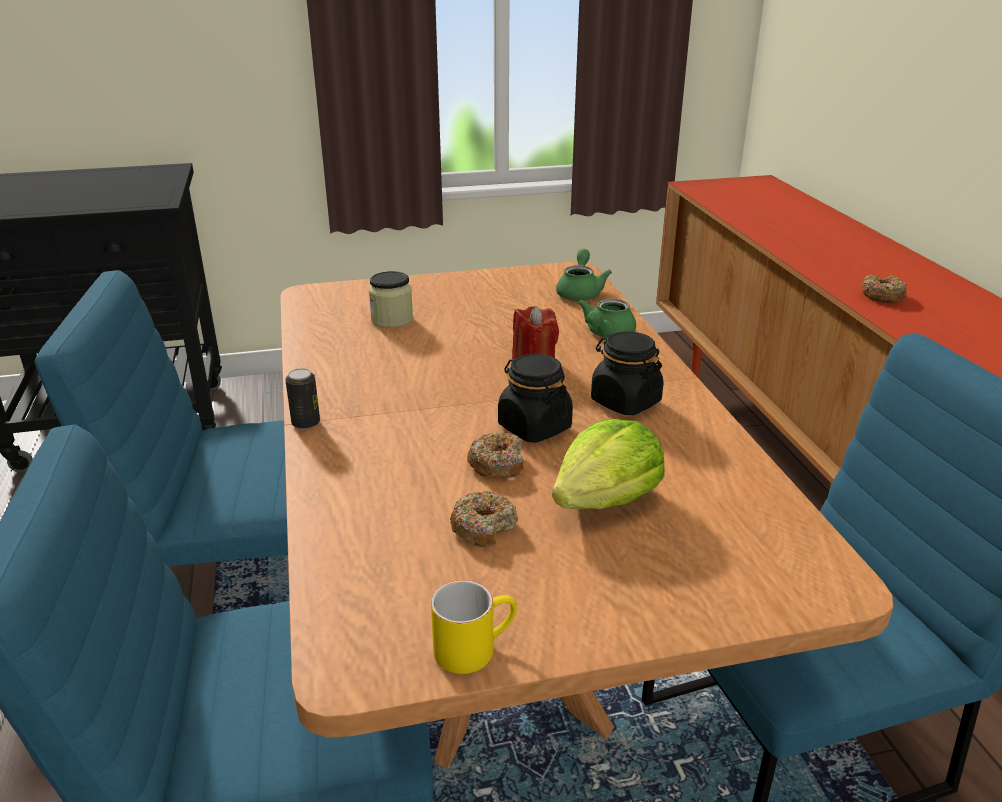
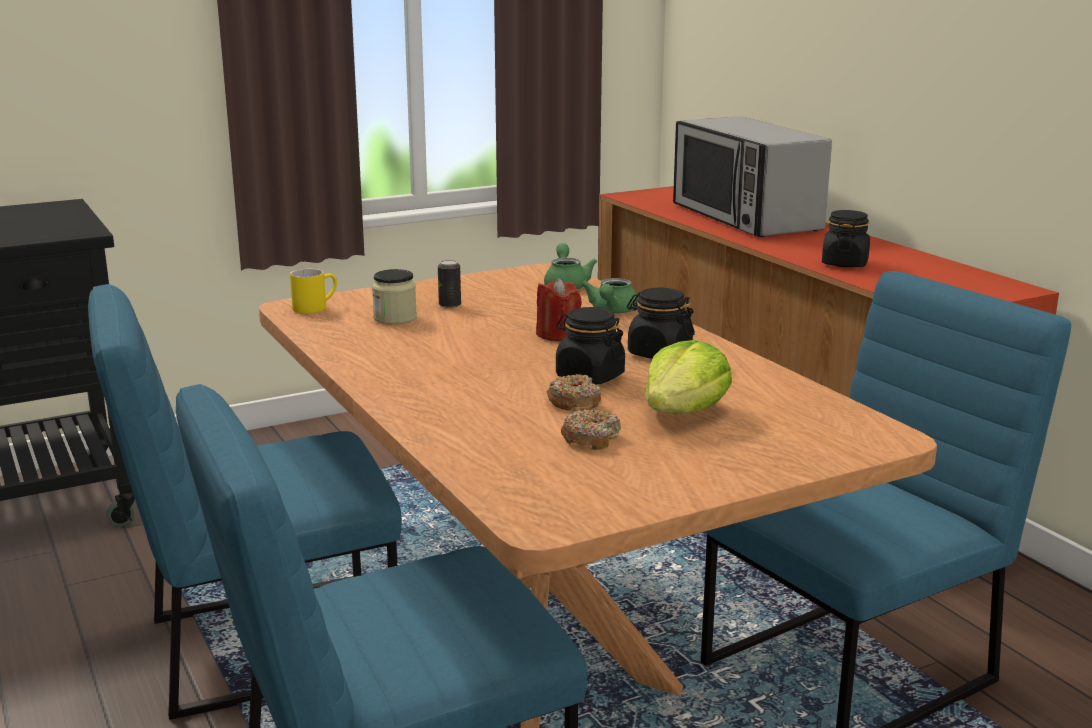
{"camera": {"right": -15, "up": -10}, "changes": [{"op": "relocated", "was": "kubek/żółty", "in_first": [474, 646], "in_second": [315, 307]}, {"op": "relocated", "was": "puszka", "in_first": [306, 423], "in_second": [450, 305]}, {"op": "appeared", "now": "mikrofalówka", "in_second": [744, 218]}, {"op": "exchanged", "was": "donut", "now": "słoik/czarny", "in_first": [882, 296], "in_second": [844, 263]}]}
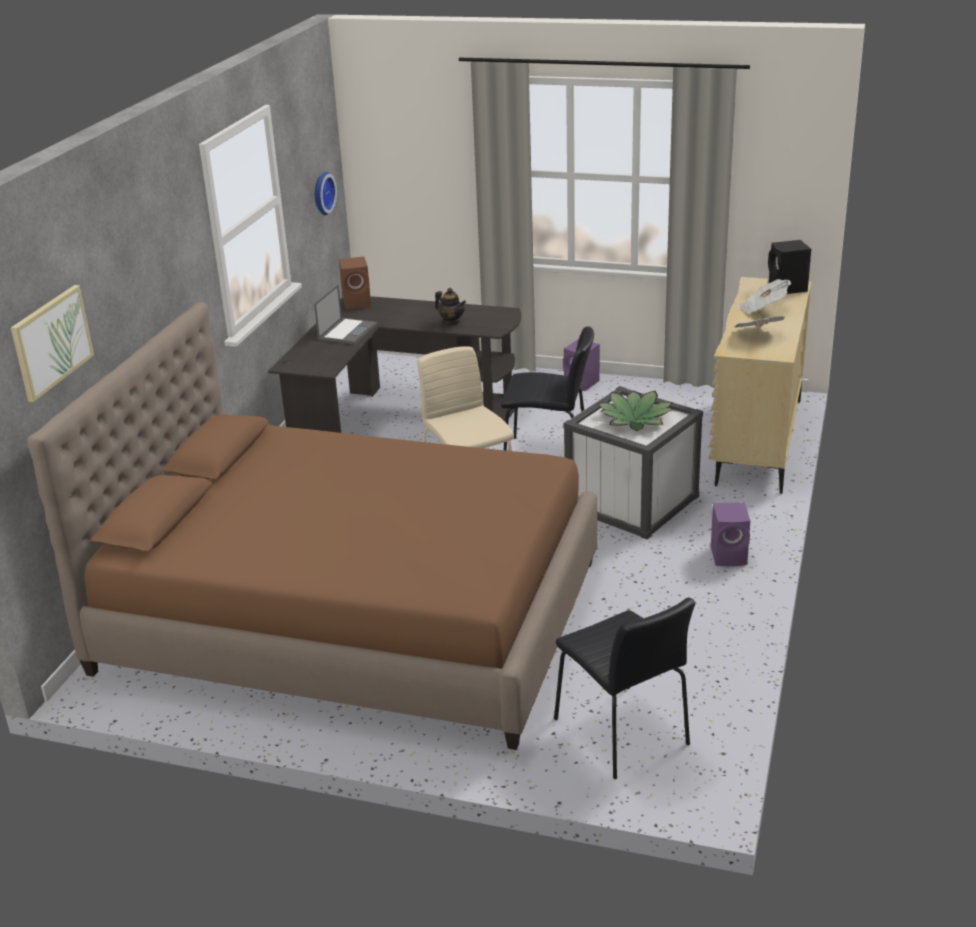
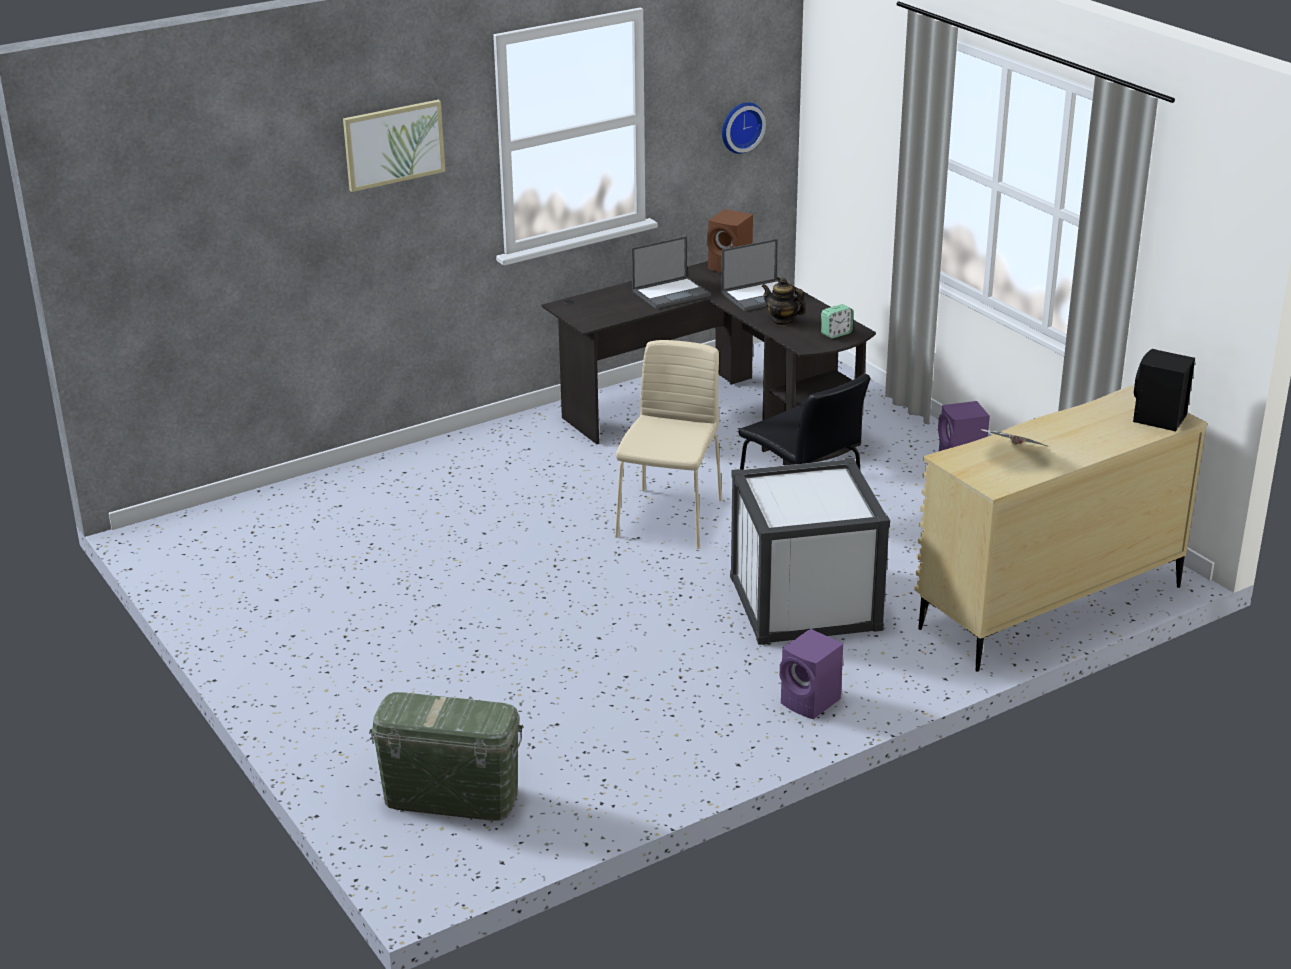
{"camera": {"right": 40, "up": 0}, "changes": [{"op": "relocated", "was": "obraz", "in_first": [51, 341], "in_second": [393, 144]}, {"op": "exchanged", "was": "krzesło/czarny", "now": "pojemnik do przechowywania/zielony", "in_first": [624, 734], "in_second": [451, 797]}, {"op": "appeared", "now": "laptop", "in_second": [761, 295]}, {"op": "spun", "was": "imbryk", "in_first": [451, 322], "in_second": [782, 321], "clockwise": 135}, {"op": "appeared", "now": "budzik", "in_second": [836, 334]}, {"op": "missing", "was": "łóżko/brązowy", "in_first": [351, 615]}, {"op": "missing", "was": "roślina doniczkowa", "in_first": [635, 419]}, {"op": "missing", "was": "gazeta", "in_first": [762, 309]}]}
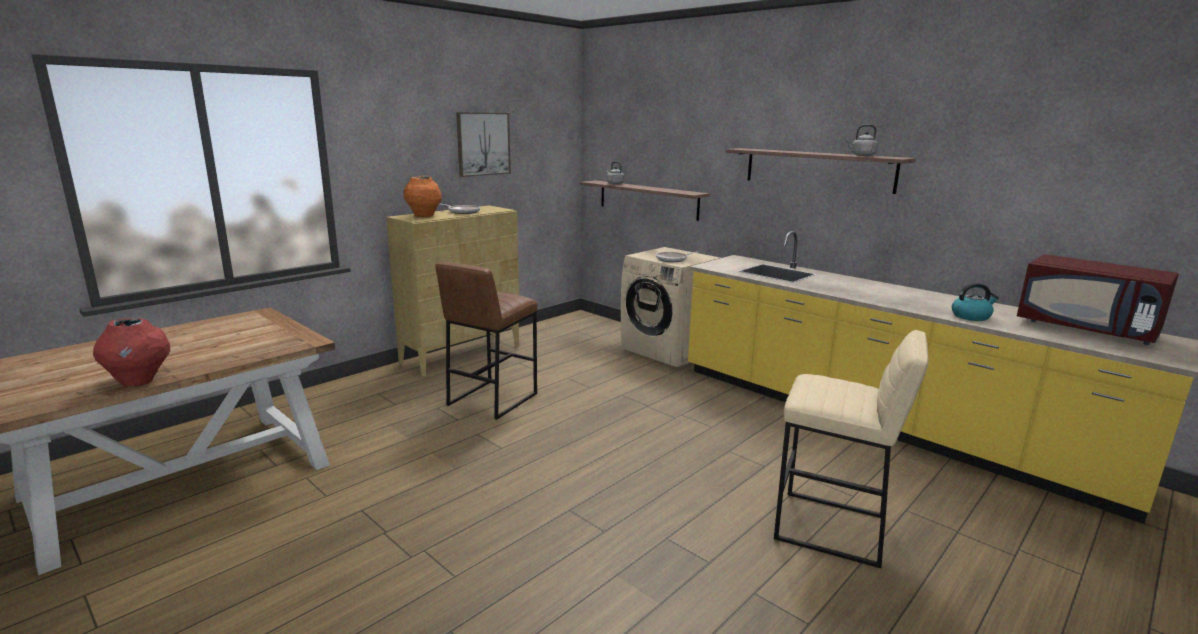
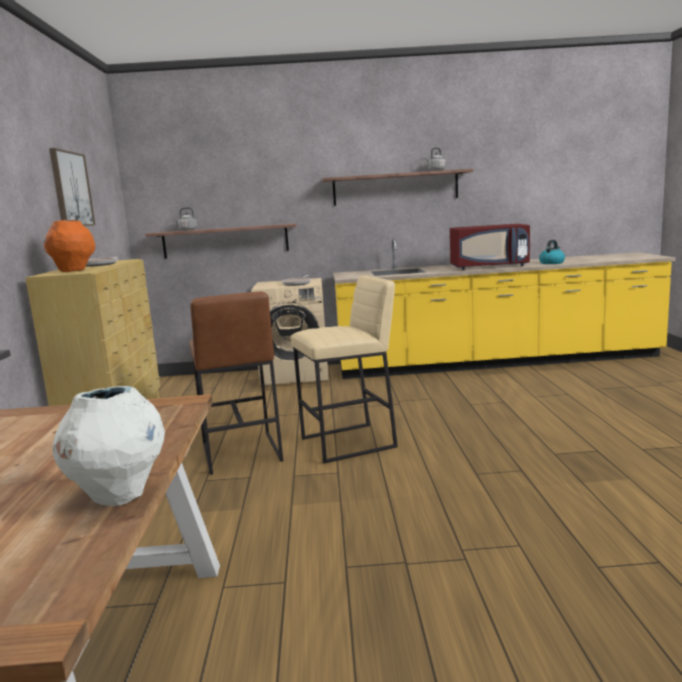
{"camera": {"right": -45, "up": -5}, "changes": [{"op": "colour", "was": "wazon/czerwony", "now": "wazon/biały", "in_first": [139, 381], "in_second": [118, 495]}, {"op": "relocated", "was": "stołek/beżowy", "in_first": [832, 528], "in_second": [349, 442]}, {"op": "relocated", "was": "mikrofalówka/czerwony", "in_first": [1086, 329], "in_second": [489, 267]}]}
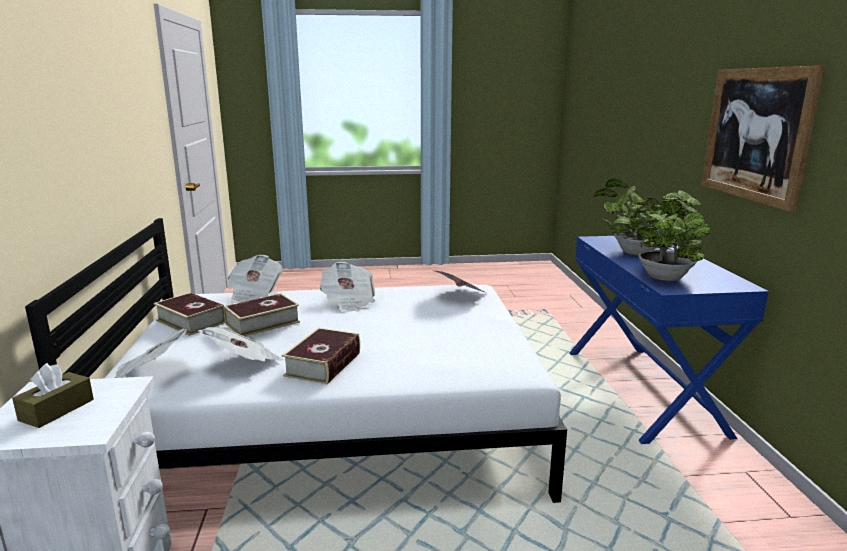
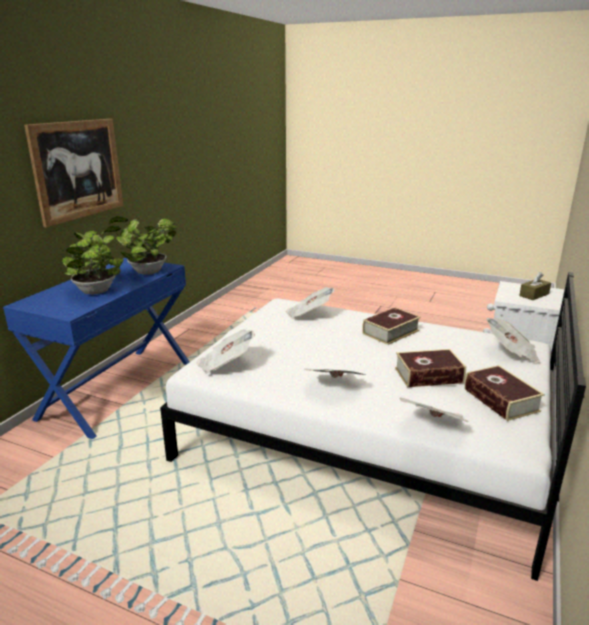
{"camera": {"right": -150, "up": 5}, "changes": [{"op": "relocated", "was": "gazeta", "in_first": [244, 363], "in_second": [309, 314]}]}
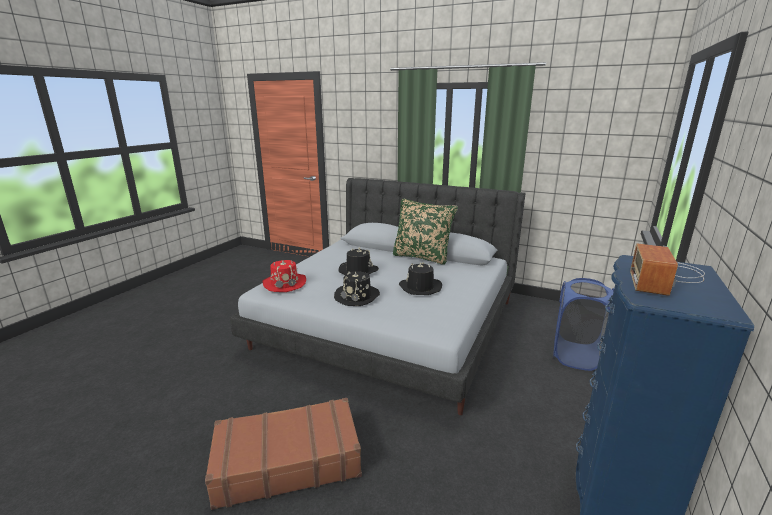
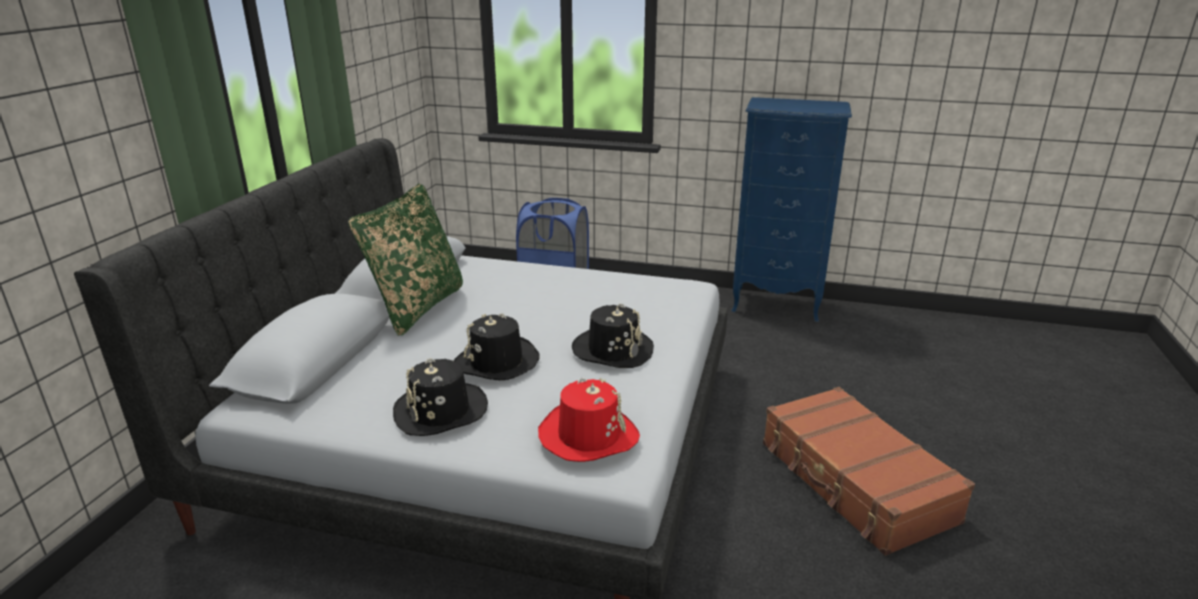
{"camera": {"right": -100, "up": 5}, "changes": [{"op": "relocated", "was": "kapelusz/czarny", "in_first": [420, 287], "in_second": [441, 411]}, {"op": "missing", "was": "radio", "in_first": [667, 277]}]}
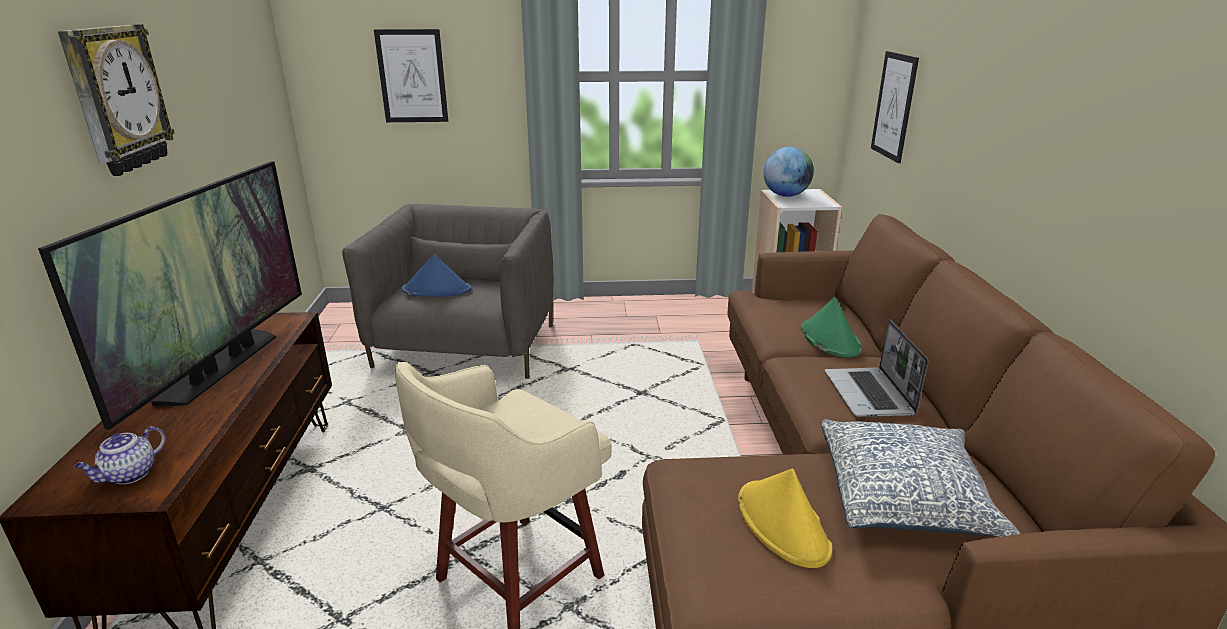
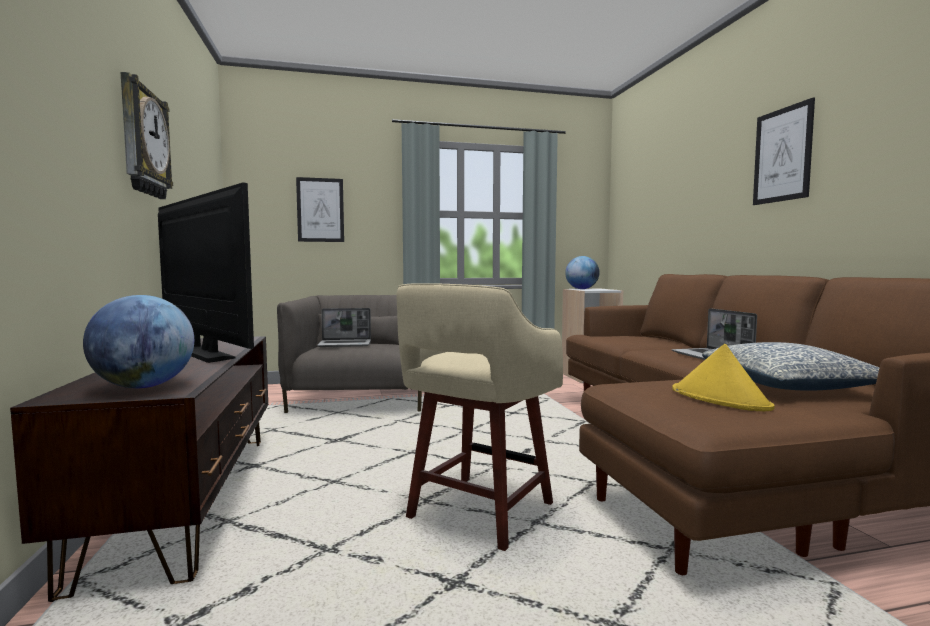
{"camera": {"right": -10, "up": -20}, "changes": [{"op": "exchanged", "was": "imbryk", "now": "globus", "in_first": [129, 475], "in_second": [144, 387]}, {"op": "spun", "was": "telewizor", "in_first": [221, 367], "in_second": [199, 352], "clockwise": -45}, {"op": "exchanged", "was": "kapelusz/niebieski", "now": "laptop", "in_first": [437, 290], "in_second": [345, 344]}, {"op": "relocated", "was": "obraz", "in_first": [894, 106], "in_second": [782, 155]}, {"op": "missing", "was": "kapelusz/zielony", "in_first": [829, 339]}]}
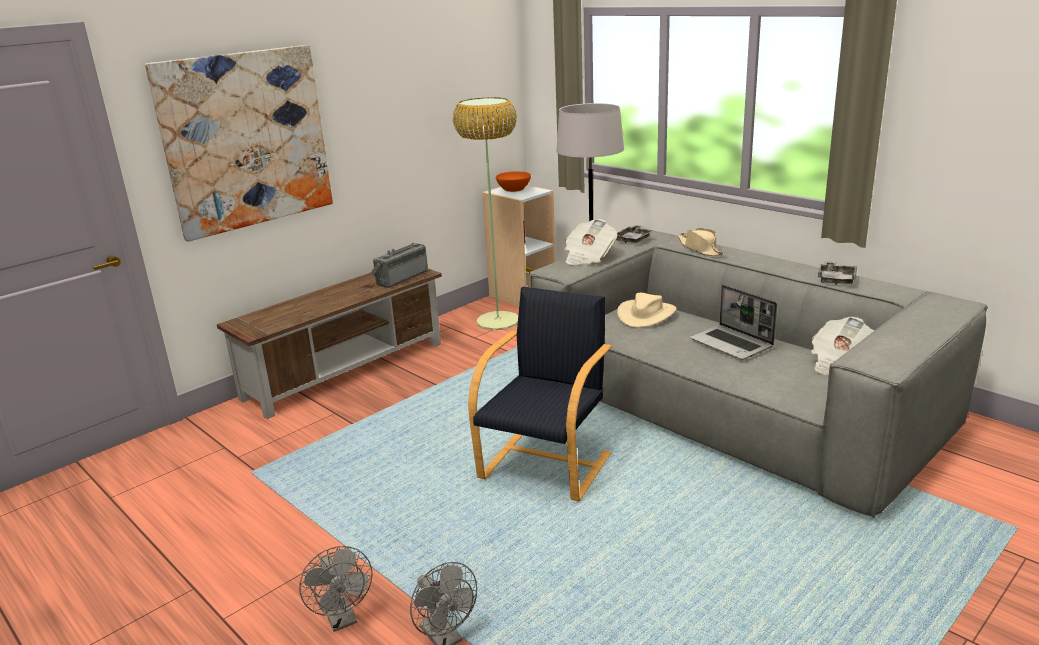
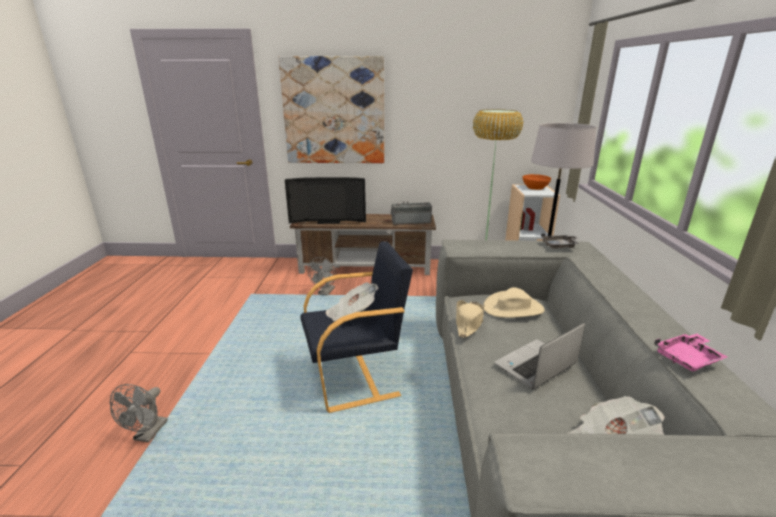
{"camera": {"right": 45, "up": 0}, "changes": [{"op": "appeared", "now": "telewizor", "in_second": [328, 221]}, {"op": "relocated", "was": "wentylator/szary", "in_first": [342, 619], "in_second": [325, 292]}, {"op": "relocated", "was": "gazeta", "in_first": [588, 257], "in_second": [351, 314]}, {"op": "relocated", "was": "kapelusz/beżowy", "in_first": [700, 249], "in_second": [468, 323]}, {"op": "spun", "was": "laptop", "in_first": [732, 344], "in_second": [535, 366], "clockwise": 45}, {"op": "colour", "was": "taca/szary", "now": "taca/różowy", "in_first": [836, 279], "in_second": [688, 358]}]}
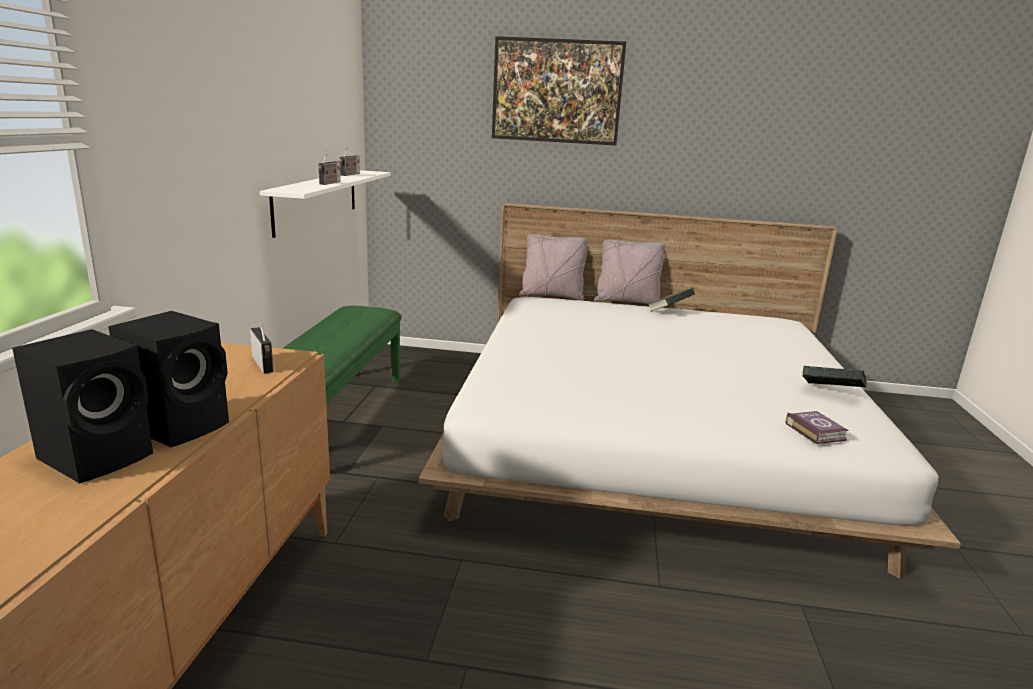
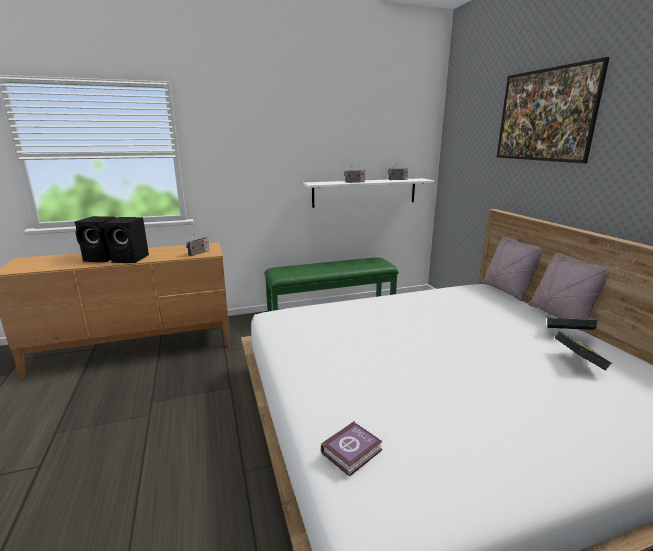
{"camera": {"right": 65, "up": 0}, "changes": [{"op": "relocated", "was": "książka", "in_first": [830, 393], "in_second": [578, 363]}]}
